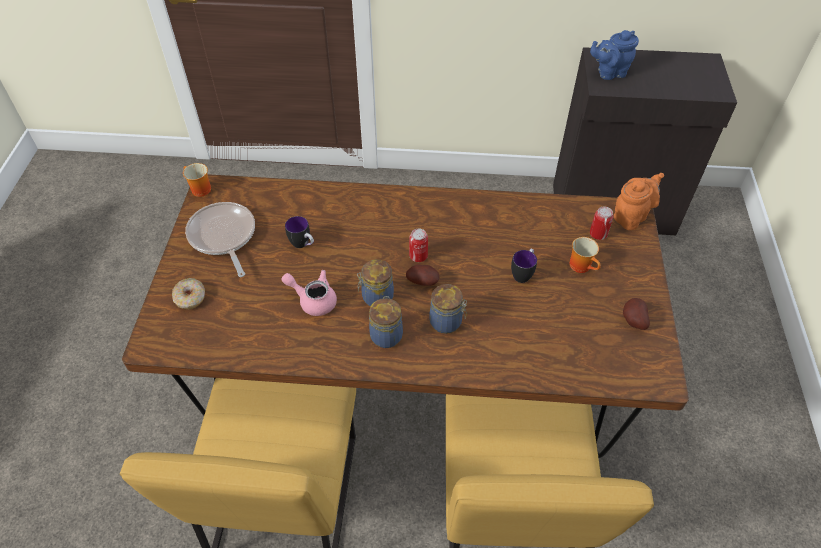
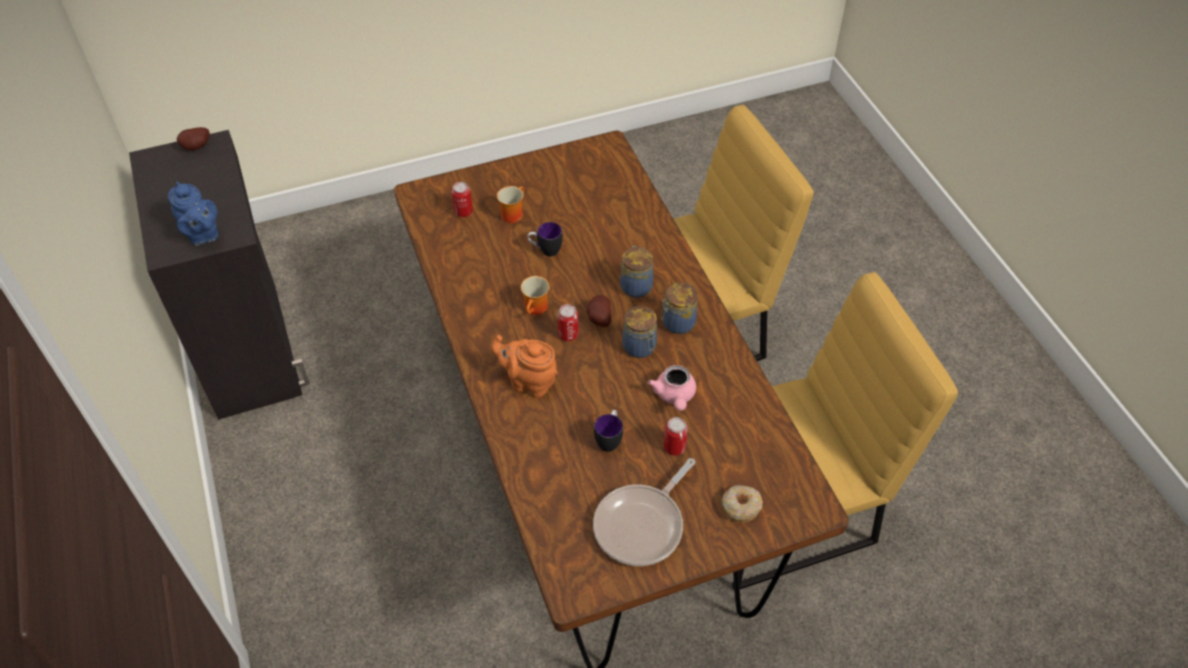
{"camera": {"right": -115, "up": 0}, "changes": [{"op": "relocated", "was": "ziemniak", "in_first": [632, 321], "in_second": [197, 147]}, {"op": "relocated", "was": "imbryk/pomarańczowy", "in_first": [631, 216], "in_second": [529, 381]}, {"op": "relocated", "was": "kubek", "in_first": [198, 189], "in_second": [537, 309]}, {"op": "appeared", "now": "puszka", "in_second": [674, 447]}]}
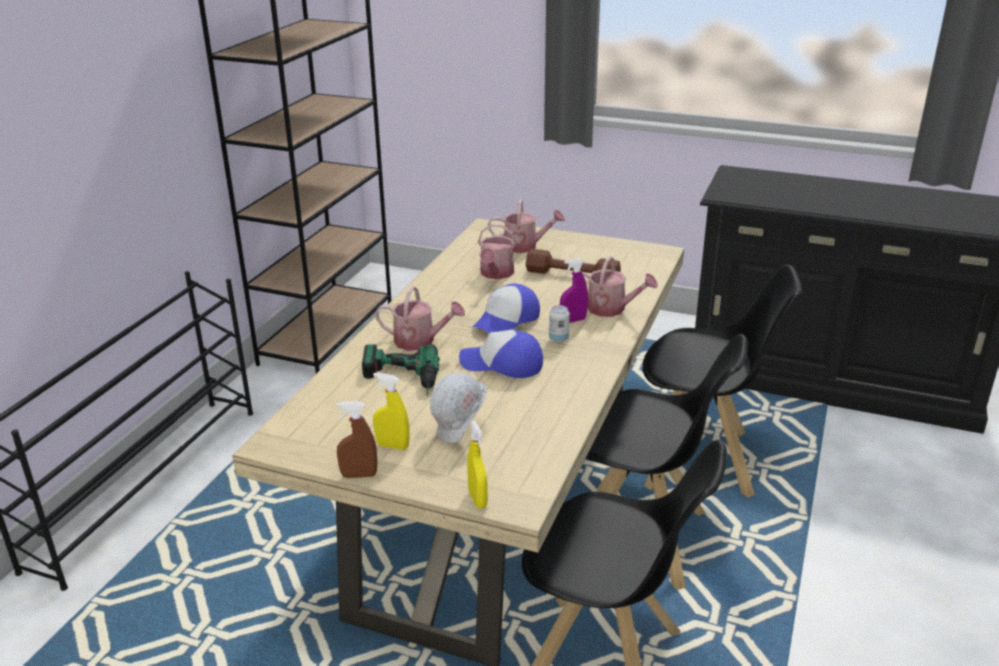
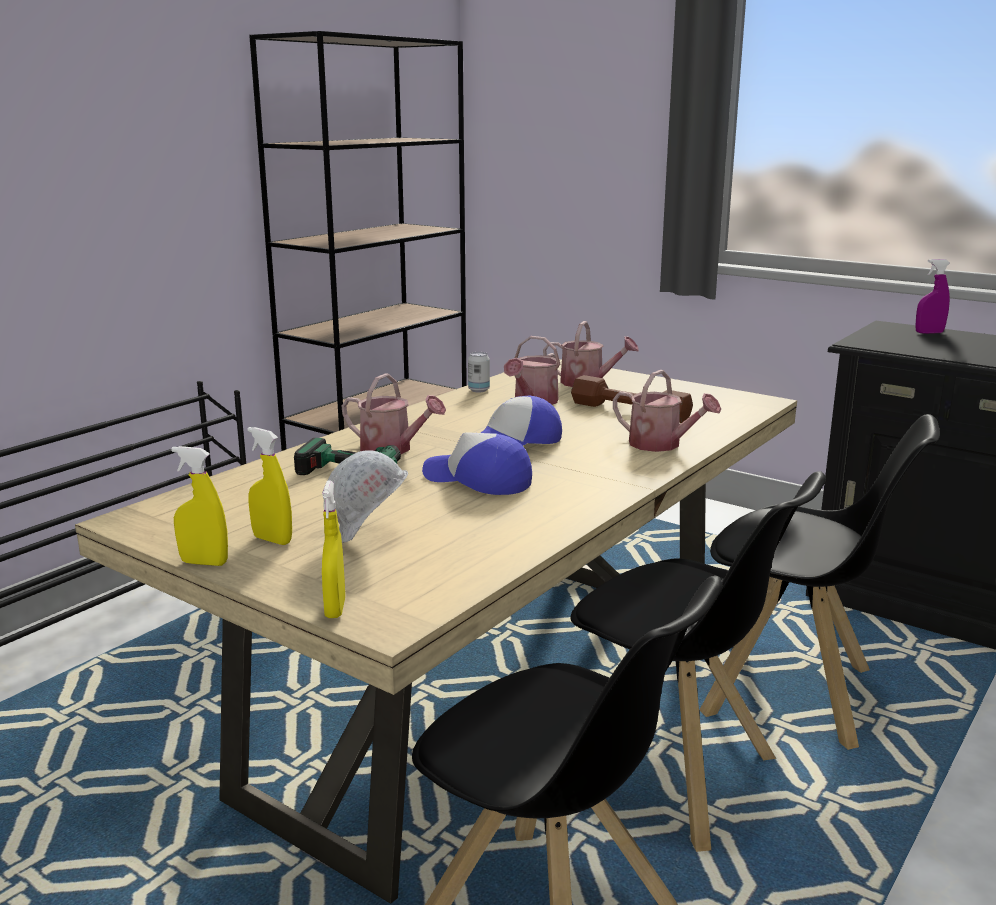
{"camera": {"right": 15, "up": -10}, "changes": [{"op": "colour", "was": "spryskiwacz/brązowy", "now": "spryskiwacz/żółty", "in_first": [359, 475], "in_second": [204, 563]}, {"op": "relocated", "was": "puszka", "in_first": [558, 339], "in_second": [479, 390]}, {"op": "relocated", "was": "spryskiwacz/fioletowy", "in_first": [573, 320], "in_second": [929, 333]}]}
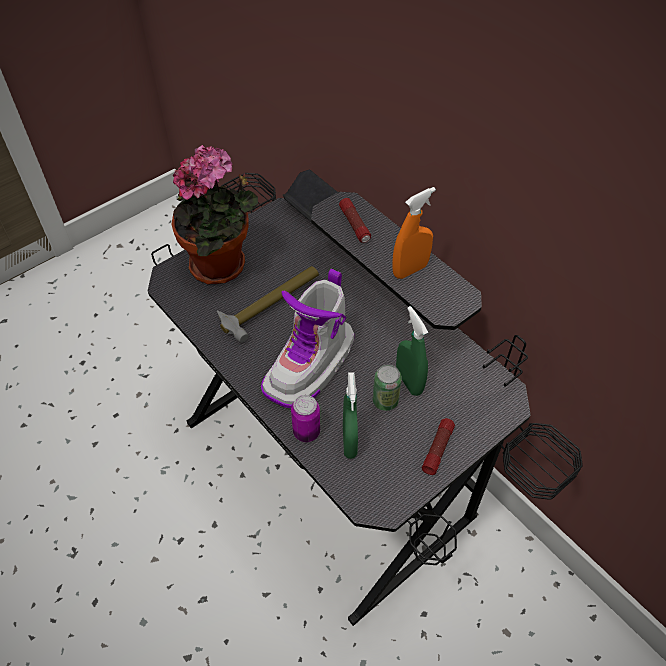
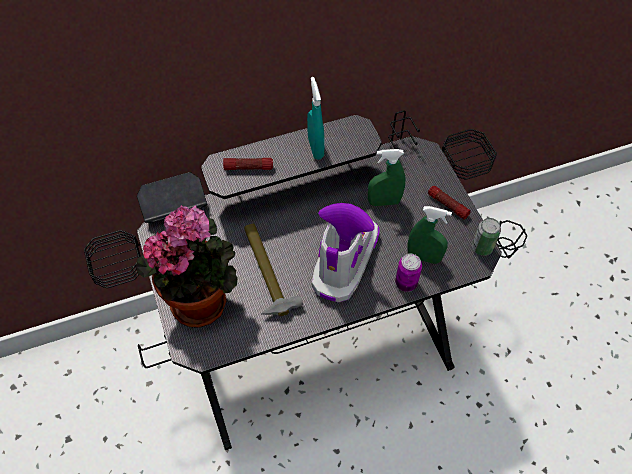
{"camera": {"right": -70, "up": 5}, "changes": [{"op": "colour", "was": "spryskiwacz/pomarańczowy", "now": "spryskiwacz/turkusowy", "in_first": [410, 270], "in_second": [315, 148]}, {"op": "spun", "was": "but z cholewką", "in_first": [311, 366], "in_second": [344, 261], "clockwise": -120}, {"op": "relocated", "was": "puszka", "in_first": [385, 401], "in_second": [482, 247]}]}
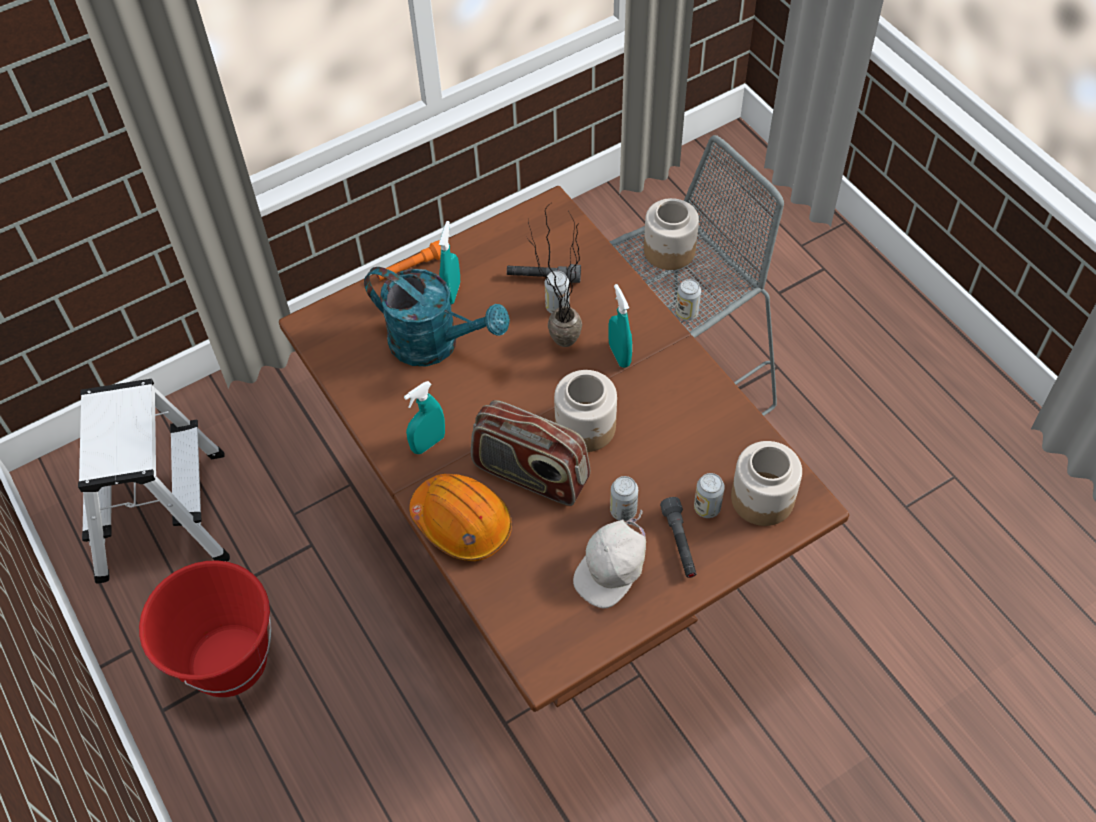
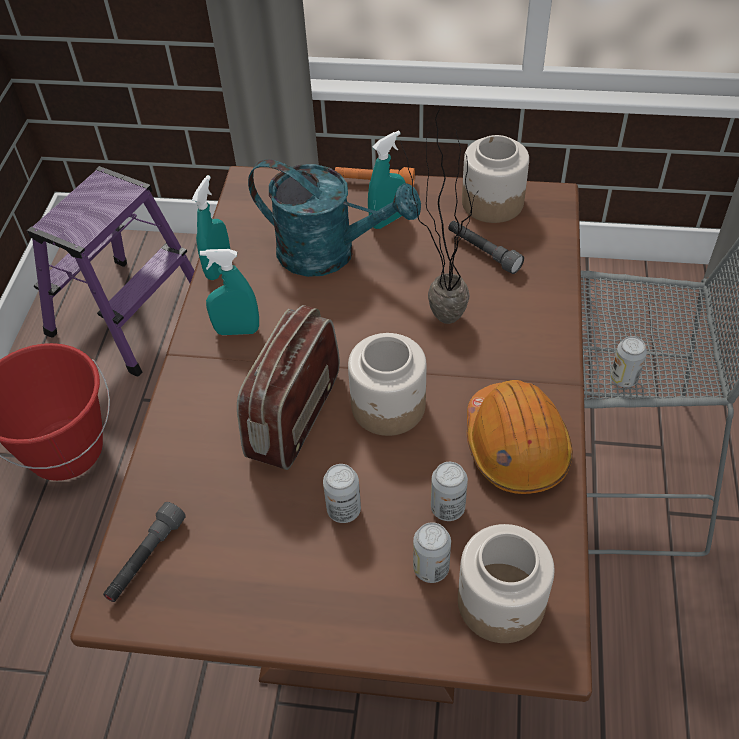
{"camera": {"right": 40, "up": -5}, "changes": [{"op": "colour", "was": "drabinka/biały", "now": "drabinka/fioletowy", "in_first": [161, 514], "in_second": [128, 314]}, {"op": "relocated", "was": "latarka/szary", "in_first": [679, 543], "in_second": [146, 559]}, {"op": "relocated", "was": "spryskiwacz/turkusowy", "in_first": [619, 355], "in_second": [218, 268]}, {"op": "spun", "was": "radio", "in_first": [530, 474], "in_second": [293, 415], "clockwise": 45}, {"op": "spun", "was": "konewka/turkusowy", "in_first": [436, 344], "in_second": [330, 253], "clockwise": -45}, {"op": "relocated", "was": "puszka", "in_first": [557, 307], "in_second": [447, 508]}, {"op": "relocated", "was": "słoik", "in_first": [668, 250], "in_second": [492, 202]}, {"op": "relocated", "was": "kask/pomarańczowy", "in_first": [462, 523], "in_second": [515, 446]}, {"op": "missing", "was": "czapka z daszkiem/biały", "in_first": [612, 572]}]}
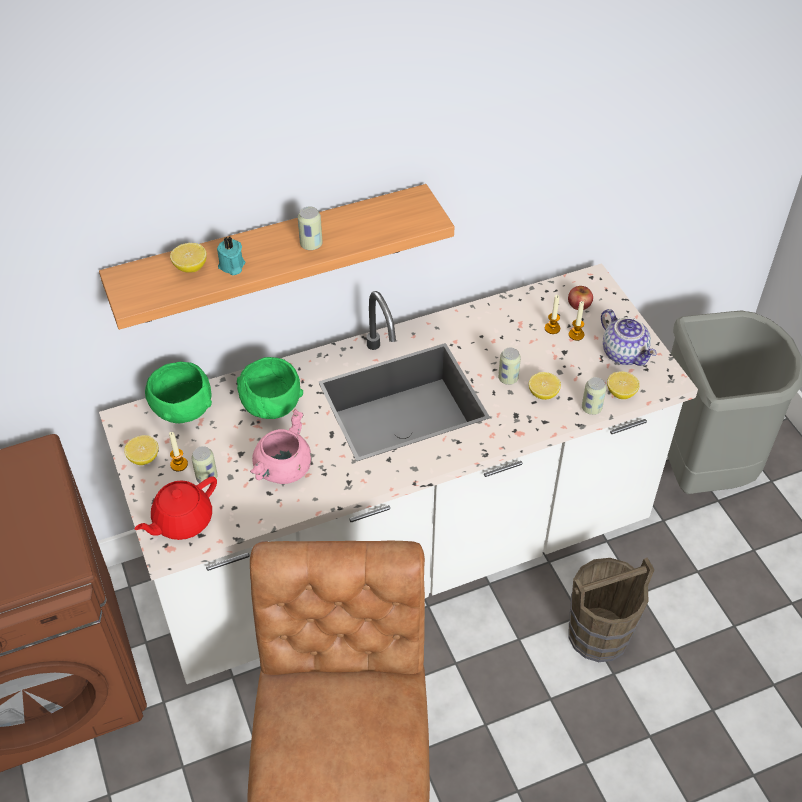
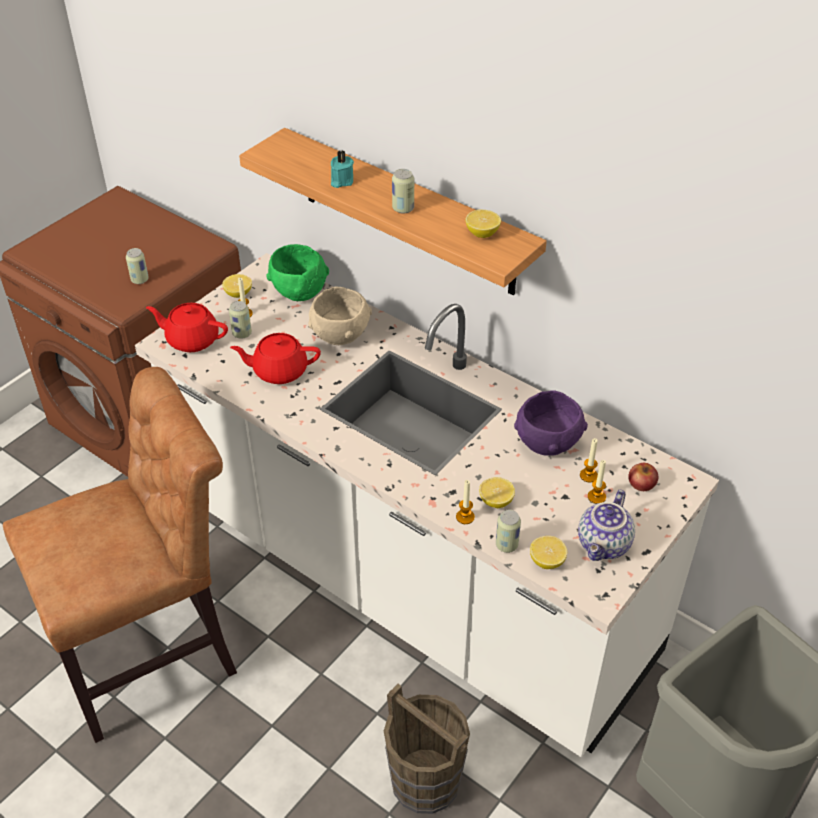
{"camera": {"right": 60, "up": -5}, "changes": [{"op": "relocated", "was": "puszka", "in_first": [508, 378], "in_second": [140, 280]}, {"op": "exchanged", "was": "garnek/różowy", "now": "imbryk/czerwony", "in_first": [283, 470], "in_second": [279, 371]}, {"op": "colour", "was": "miska/zielony", "now": "miska/beżowy", "in_first": [272, 407], "in_second": [339, 336]}, {"op": "appeared", "now": "świeca", "in_second": [465, 517]}, {"op": "relocated", "was": "cytryna", "in_first": [190, 267], "in_second": [482, 233]}, {"op": "appeared", "now": "miska/fioletowy", "in_second": [546, 444]}]}
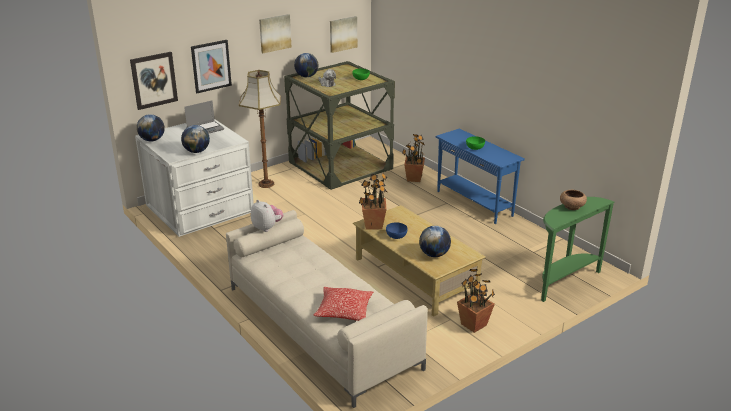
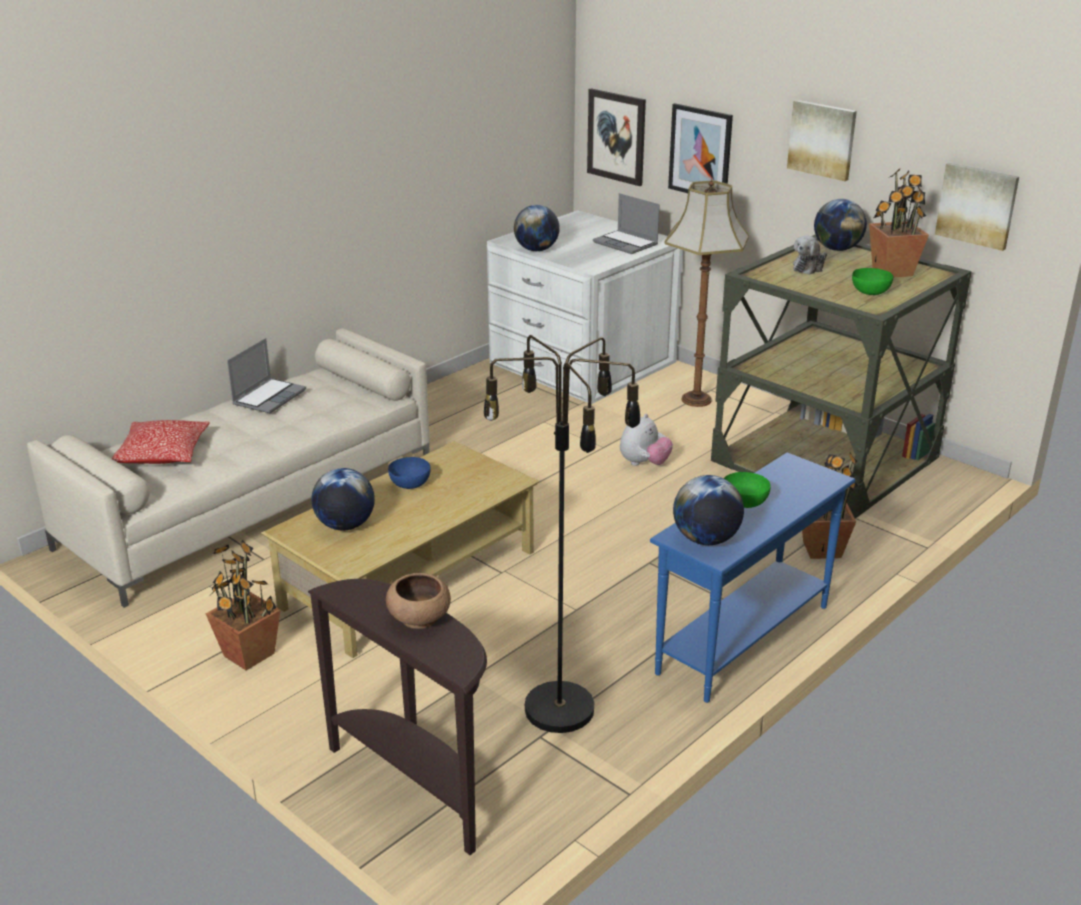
{"camera": {"right": 80, "up": 0}, "changes": [{"op": "appeared", "now": "laptop", "in_second": [269, 397]}, {"op": "colour", "was": "stolik konsolowy/zielony", "now": "stolik konsolowy/brązowy", "in_first": [563, 281], "in_second": [417, 784]}, {"op": "appeared", "now": "lampa stojąca", "in_second": [561, 708]}, {"op": "relocated", "was": "pluszak", "in_first": [267, 227], "in_second": [644, 463]}, {"op": "relocated", "was": "globus", "in_first": [152, 140], "in_second": [706, 539]}, {"op": "relocated", "was": "roślina doniczkowa", "in_first": [373, 225], "in_second": [893, 271]}]}
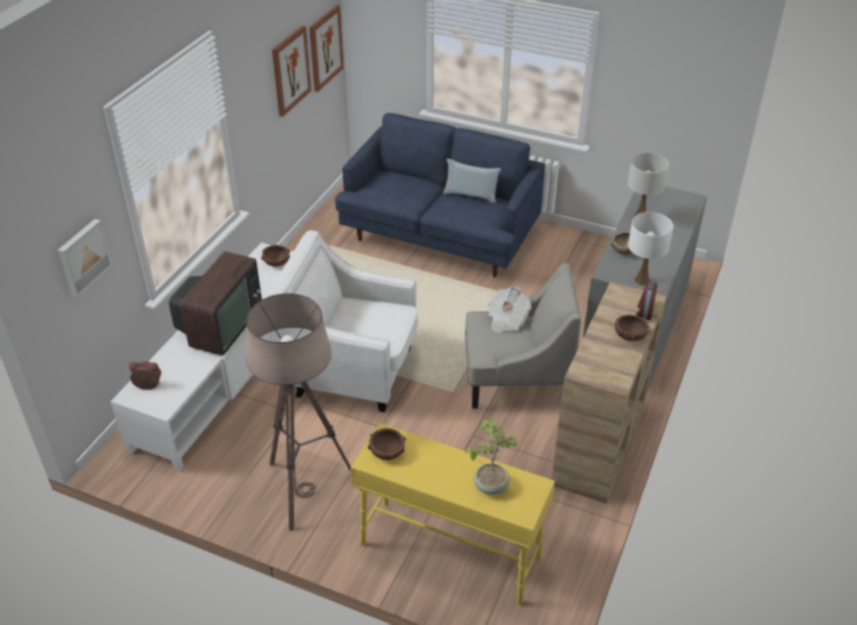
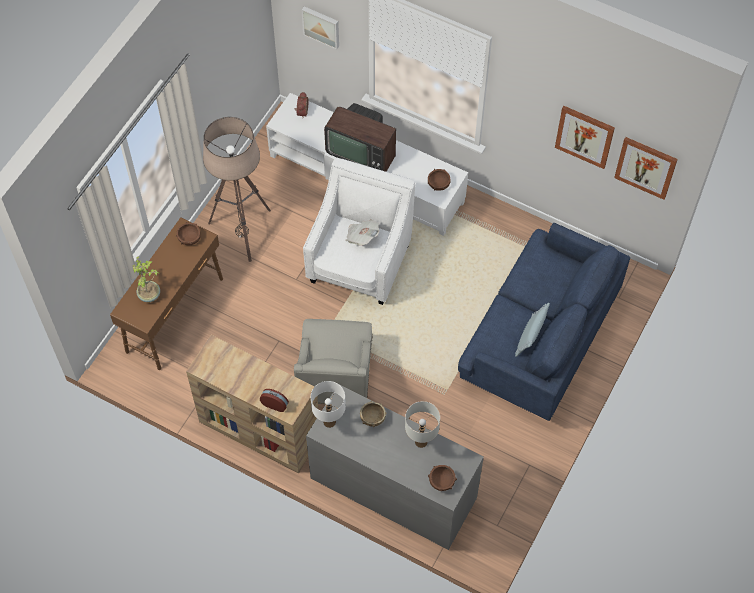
{"camera": {"right": 95, "up": 20}, "changes": [{"op": "colour", "was": "stolik konsolowy/żółty", "now": "stolik konsolowy/brązowy", "in_first": [450, 550], "in_second": [175, 315]}, {"op": "relocated", "was": "gazeta", "in_first": [507, 319], "in_second": [362, 236]}, {"op": "relocated", "was": "miska/brązowy", "in_first": [629, 336], "in_second": [441, 481]}]}
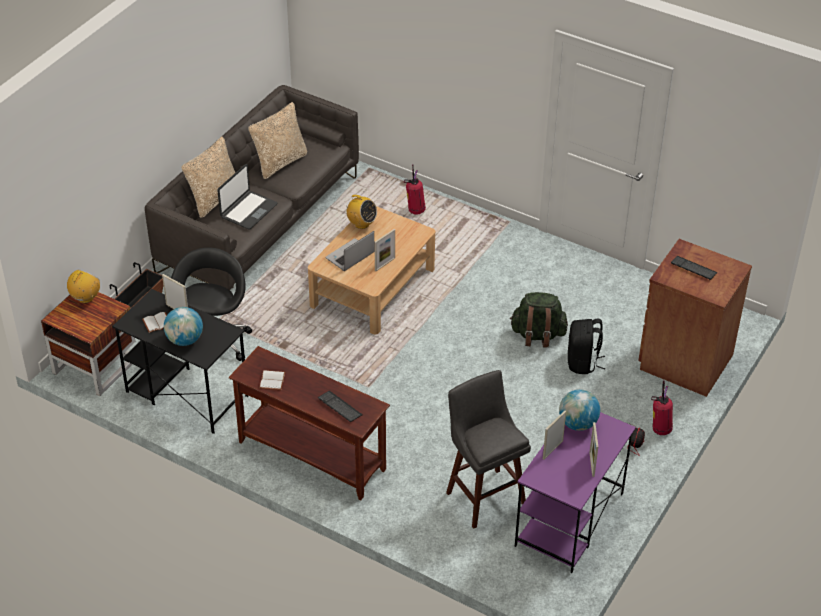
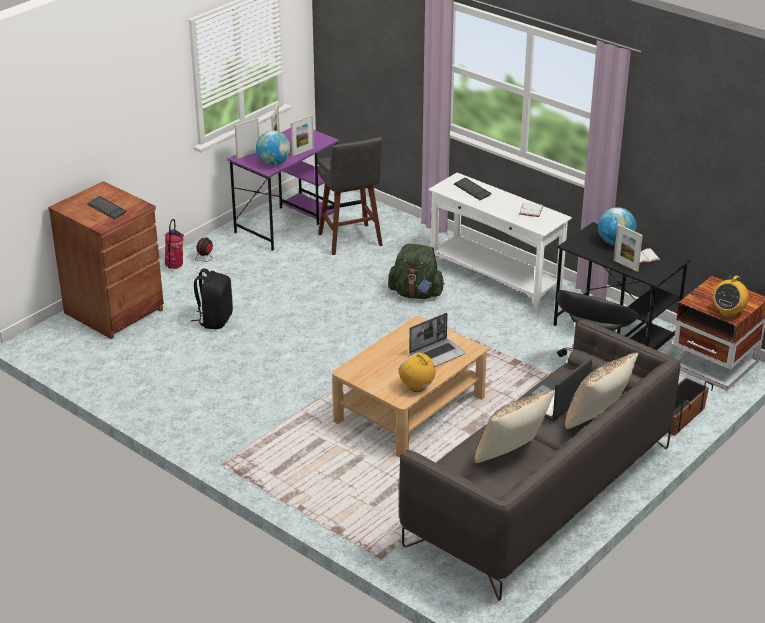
{"camera": {"right": -170, "up": -10}, "changes": [{"op": "relocated", "was": "ramka na zdjęcie", "in_first": [385, 264], "in_second": [248, 155]}, {"op": "relocated", "was": "plecak/zielony", "in_first": [537, 335], "in_second": [416, 294]}, {"op": "colour", "was": "stolik konsolowy/brązowy", "now": "stolik konsolowy/biały", "in_first": [311, 455], "in_second": [496, 278]}, {"op": "missing", "was": "gaśnica", "in_first": [415, 210]}]}
